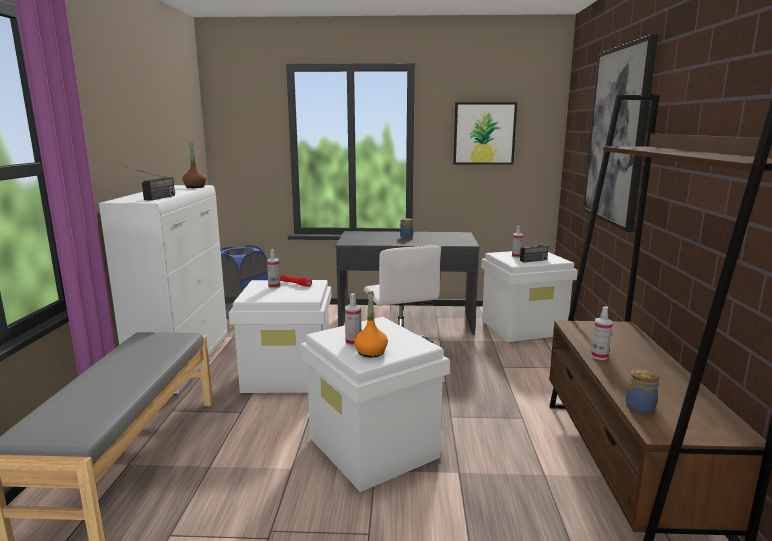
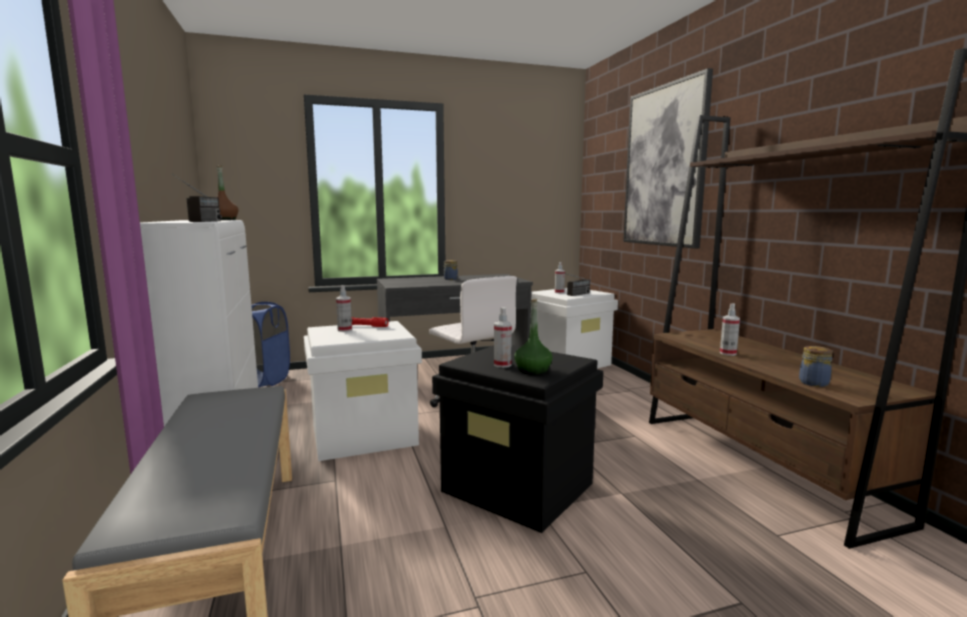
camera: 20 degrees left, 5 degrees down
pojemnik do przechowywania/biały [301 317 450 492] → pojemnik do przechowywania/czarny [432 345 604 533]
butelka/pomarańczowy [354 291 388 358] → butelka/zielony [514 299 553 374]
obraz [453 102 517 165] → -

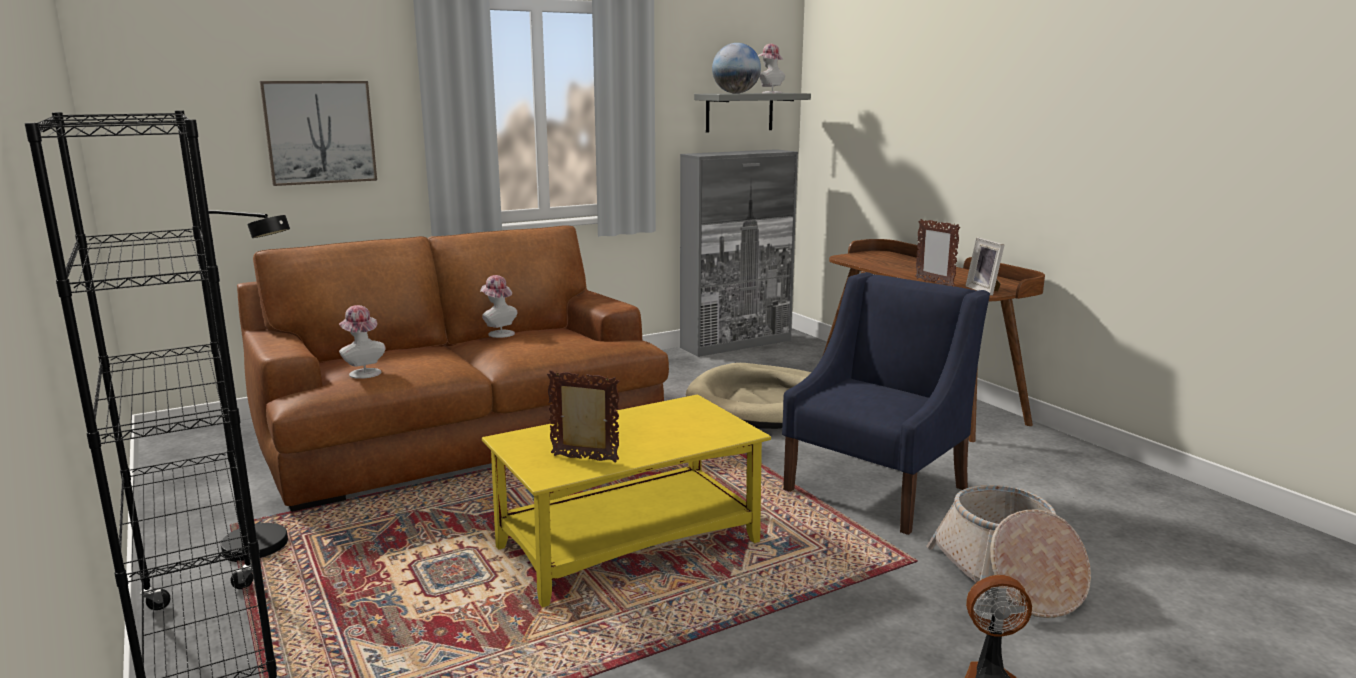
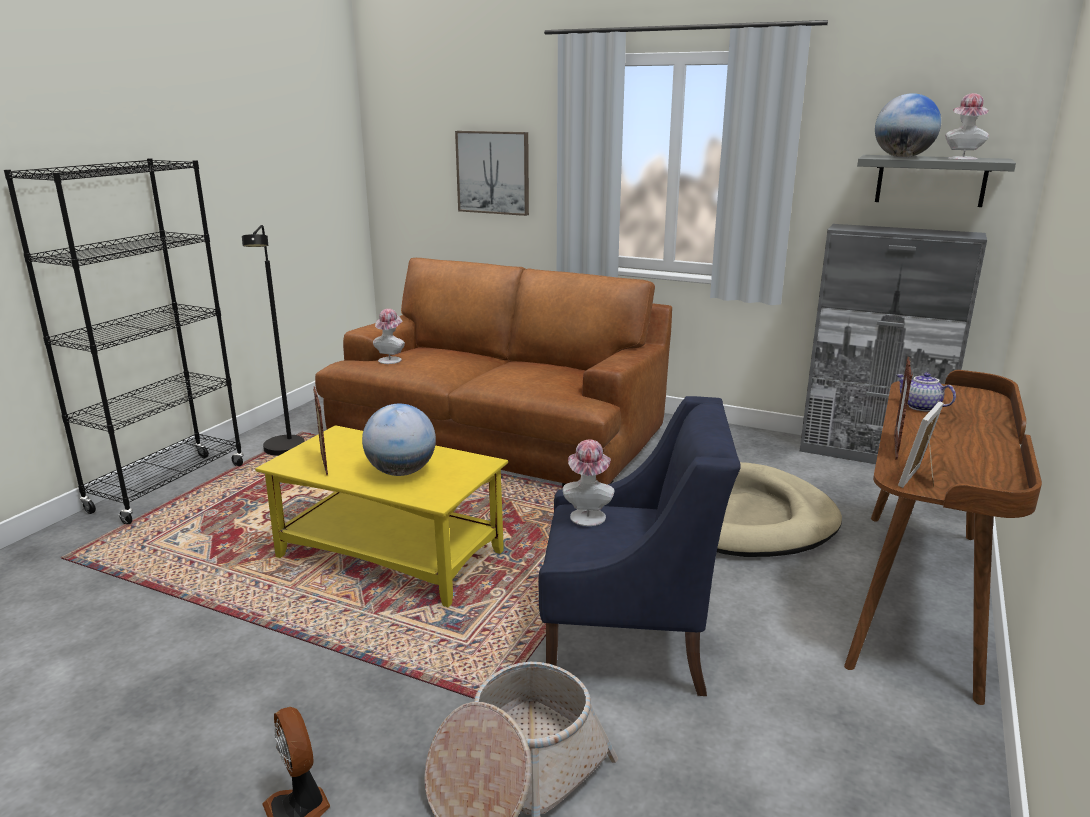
camera: 55 degrees right, 5 degrees up
- → globus [362 404 436 476]
kapelusz [480 275 518 338] → kapelusz [563 439 615 526], shifted
- → imbryk [897 373 956 411]

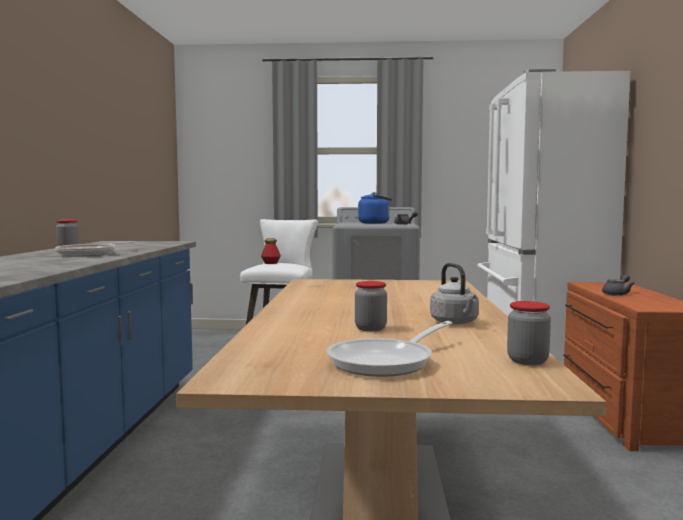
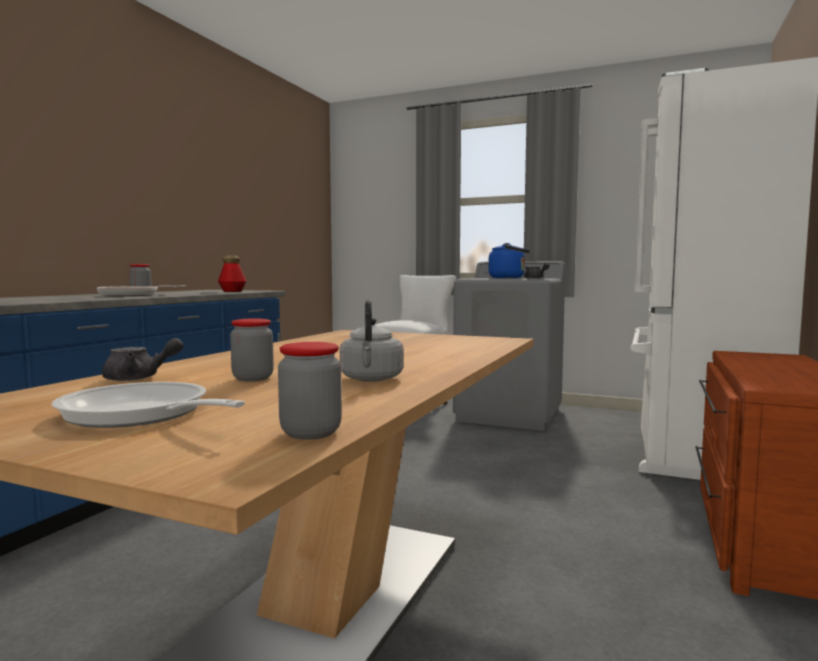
camera: 20 degrees right, 0 degrees up
patelnia [326 321 452 377] → patelnia [52 382 245 428], 60 degrees clockwise
imbryk/szary [602 274 634 296] → imbryk/szary [102 338 184 381], shifted
butelka [261 238 281 264] → butelka [218 255 246 292], shifted

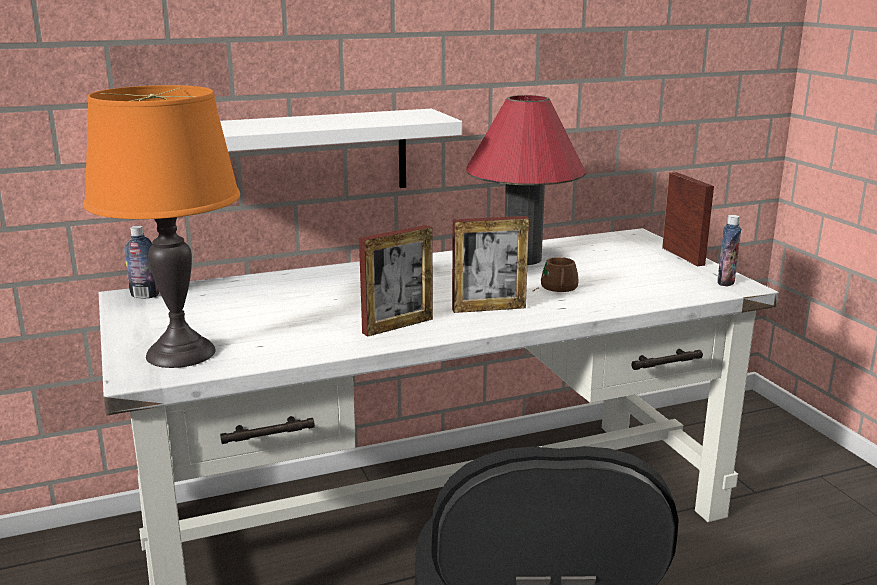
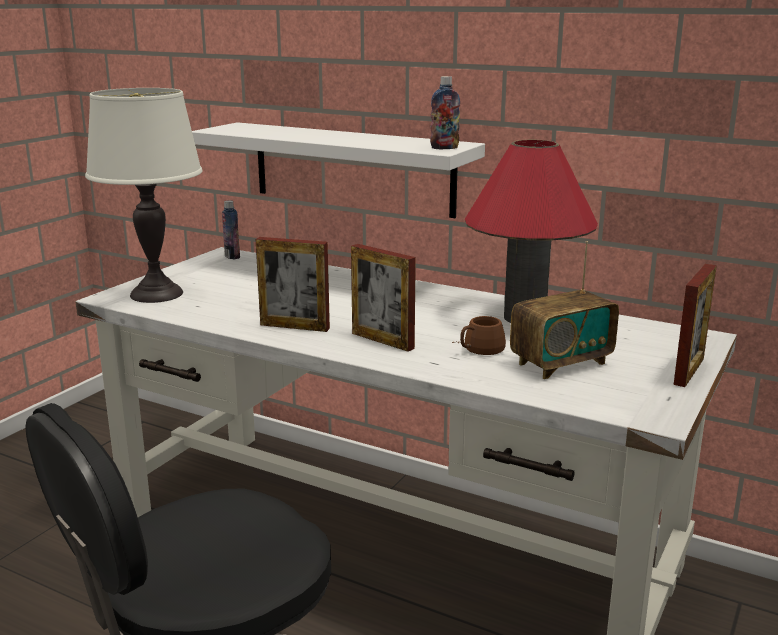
camera: 50 degrees right, 0 degrees up
lampa stołowa/pomarańczowy [83 85 240 368] → lampa stołowa/biały [85 88 203 303]
butelka [717 215 741 286] → butelka [430 76 460 149], shifted
- → radio [510 241 619 379]

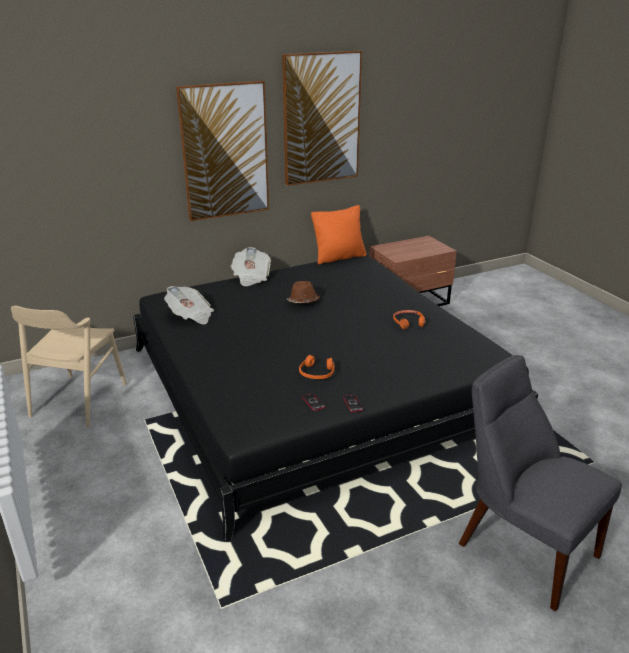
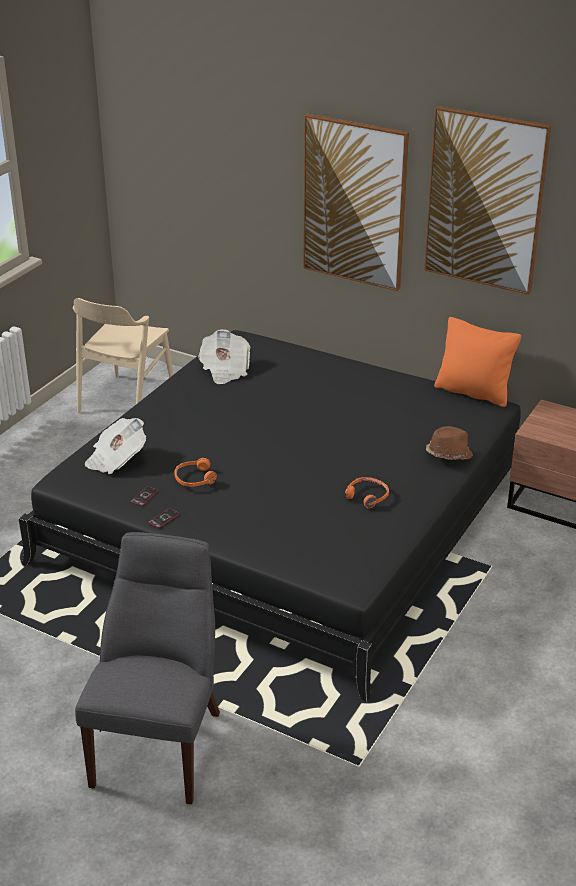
camera: 55 degrees right, 5 degrees up
krzesło/beżowy [11 305 127 426] → krzesło/beżowy [73 298 173 413], 45 degrees counterclockwise
gazeta [231 247 271 286] → gazeta [85 418 146 474], shifted
kapelusz/brązowy [287 281 320 303] → kapelusz/brązowy [426 426 473 460], shifted

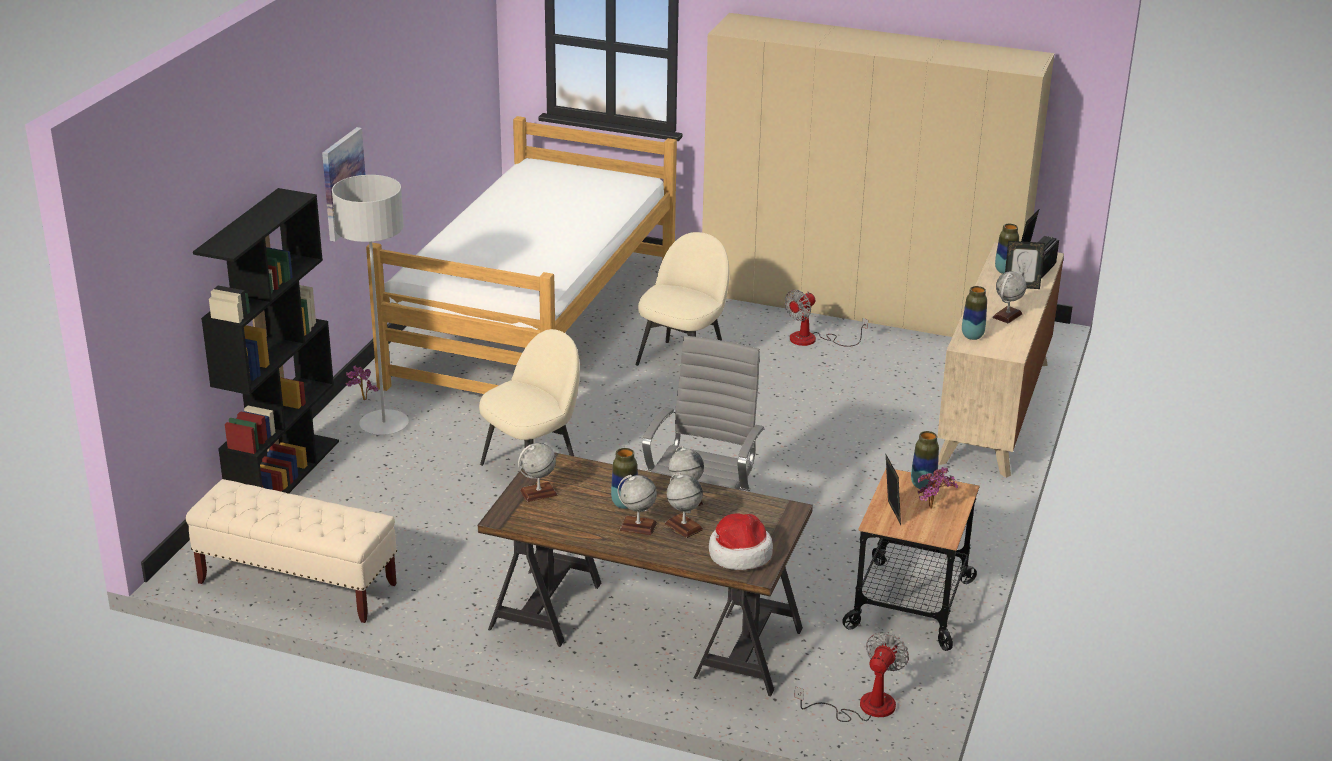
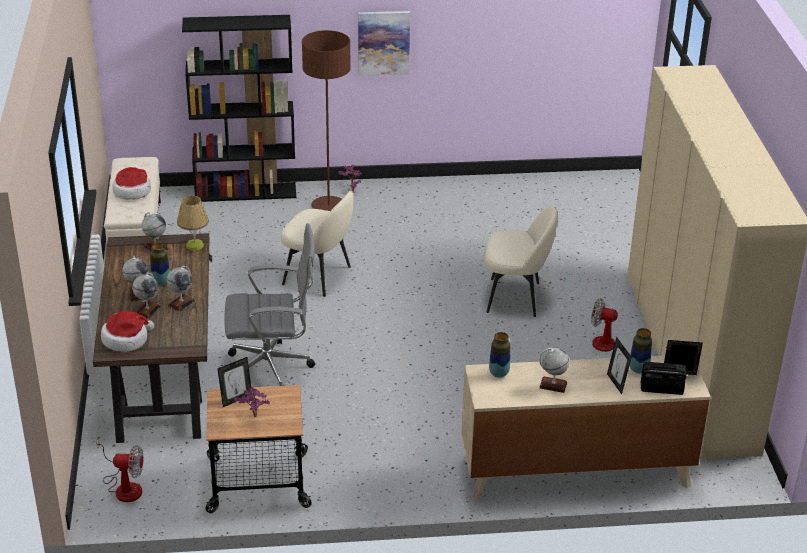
camera: 65 degrees right, 5 degrees up
- → kapelusz [113 167 151 199]
- → lampa stołowa [177 196 209 251]
lampa stojąca/szary [332 175 409 435] → lampa stojąca/brązowy [302 30 351 211]
łóżko [366 116 677 394] → -
wazon [911 431 939 489] → -

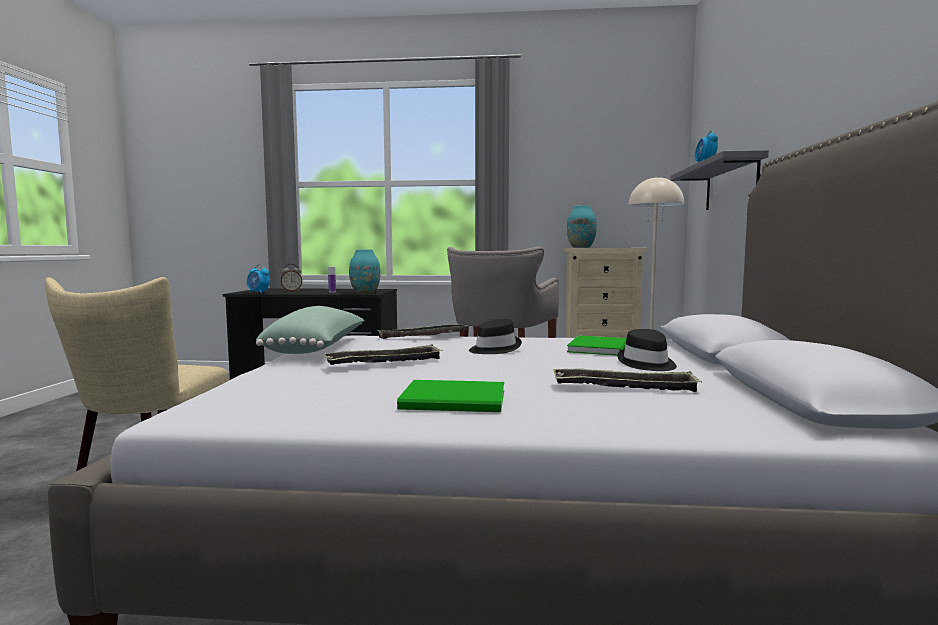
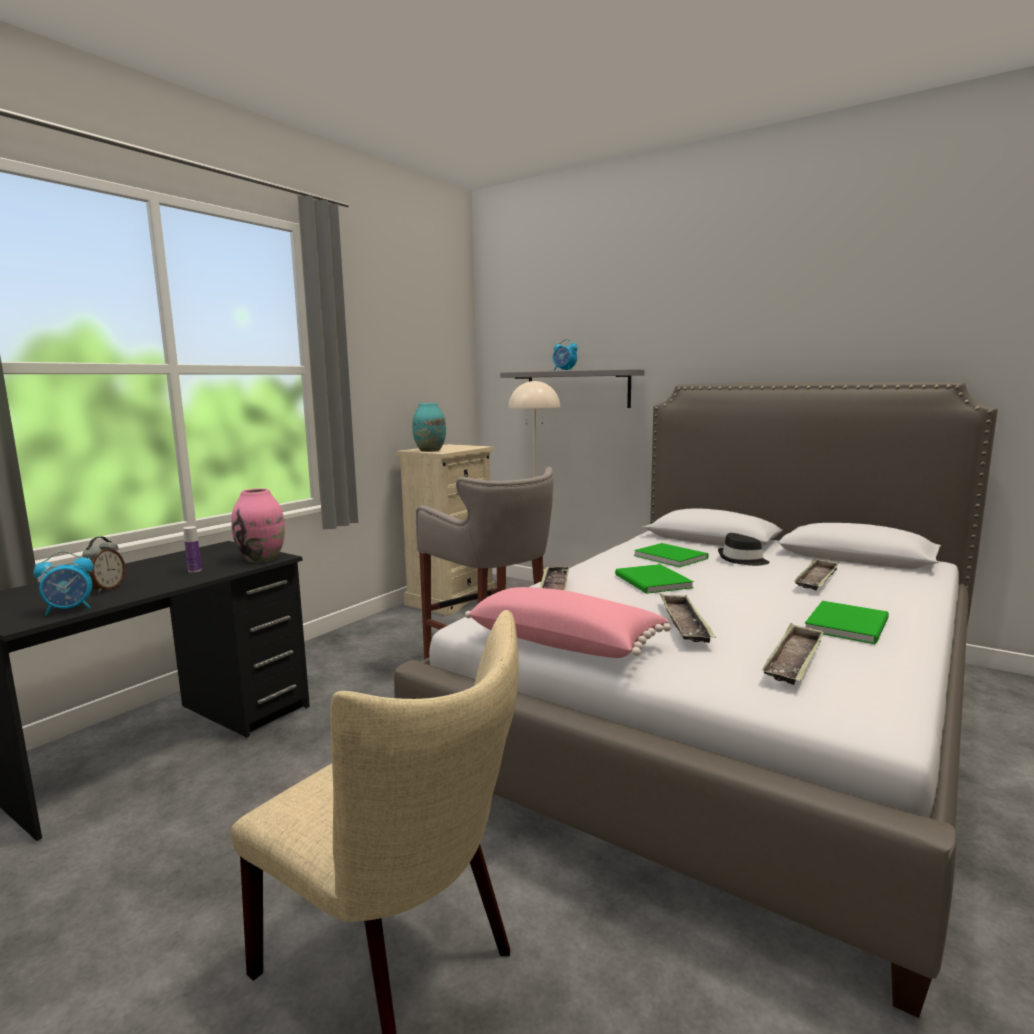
camera: 60 degrees left, 5 degrees up
wazon/turkusowy [349 250 381 294] → wazon/różowy [231 488 285 562]
poduszka/zielony [256 306 365 354] → poduszka/różowy [465 587 671 658]
kapelusz/czarny [469 319 522 354] → książka/zielony [615 564 694 594]
- → taca [762 623 824 685]

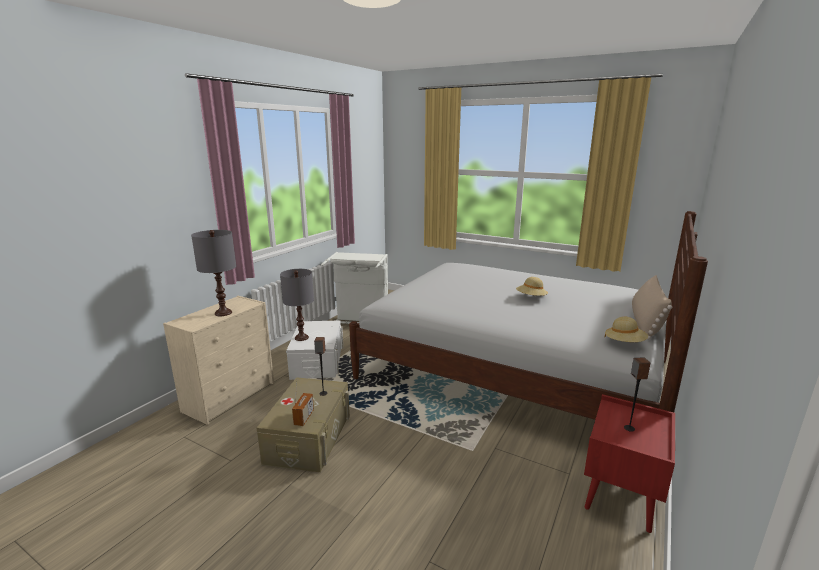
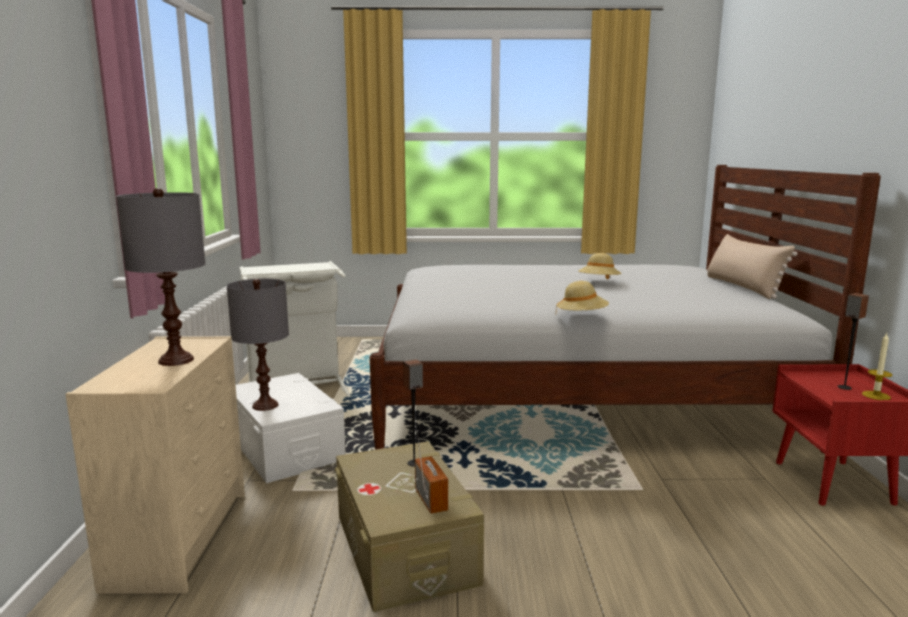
camera: 30 degrees left, 5 degrees down
kapelusz/beżowy [605 317 648 342] → kapelusz/beżowy [556 281 609 310], shifted
- → świeca [862 333 893 400]

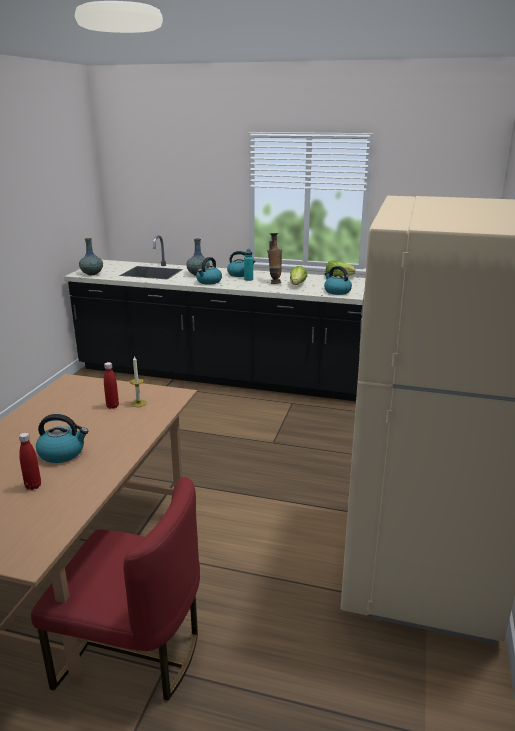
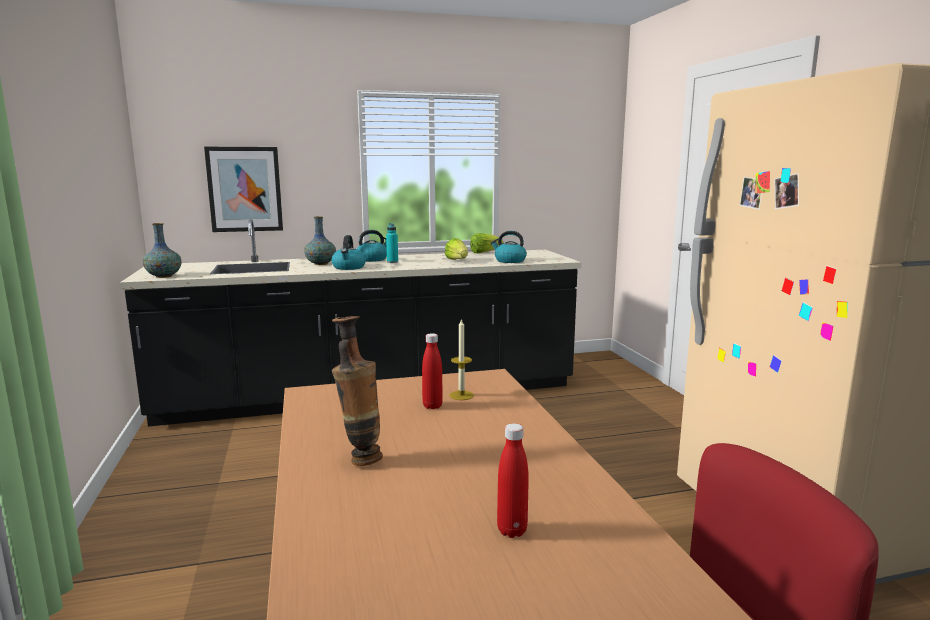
camera: 30 degrees left, 10 degrees down
- → obraz [204 147 283 232]
wazon [267 233 282 284] → wazon [332 316 383 466], shifted
czajnik [36 414 88 463] → -

